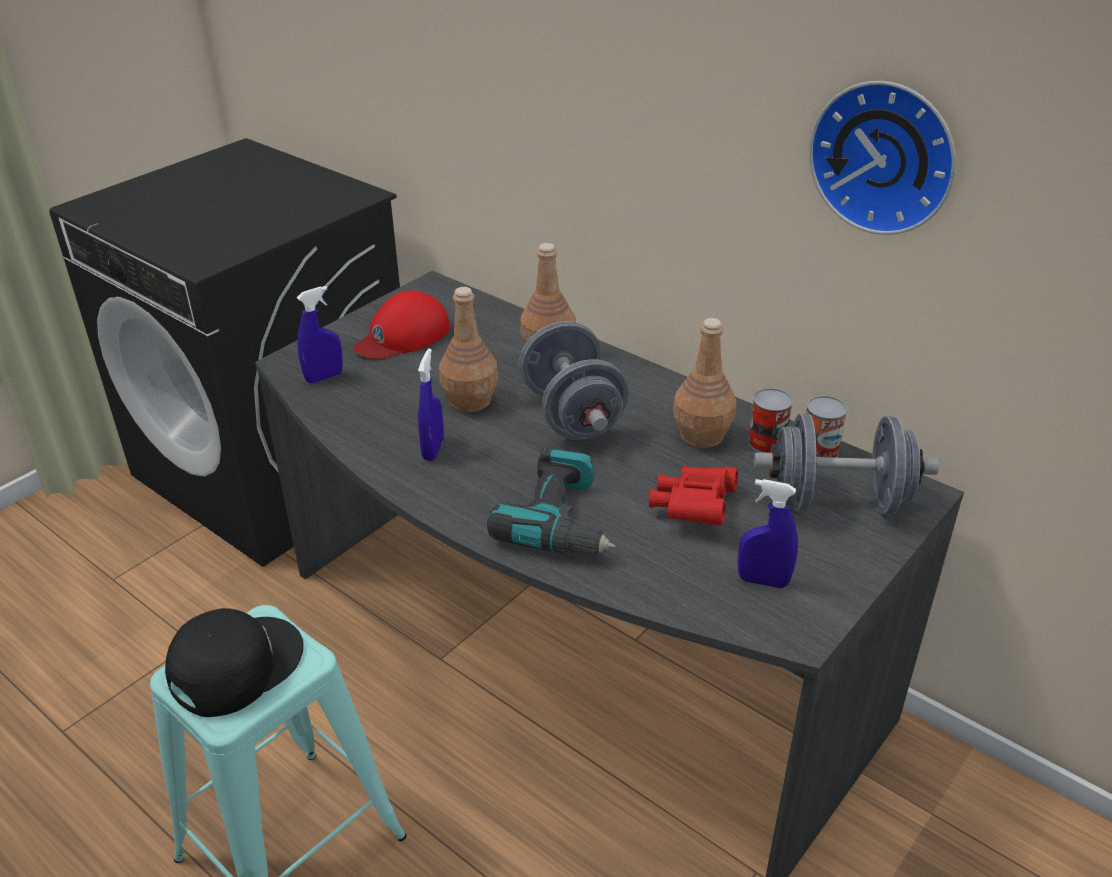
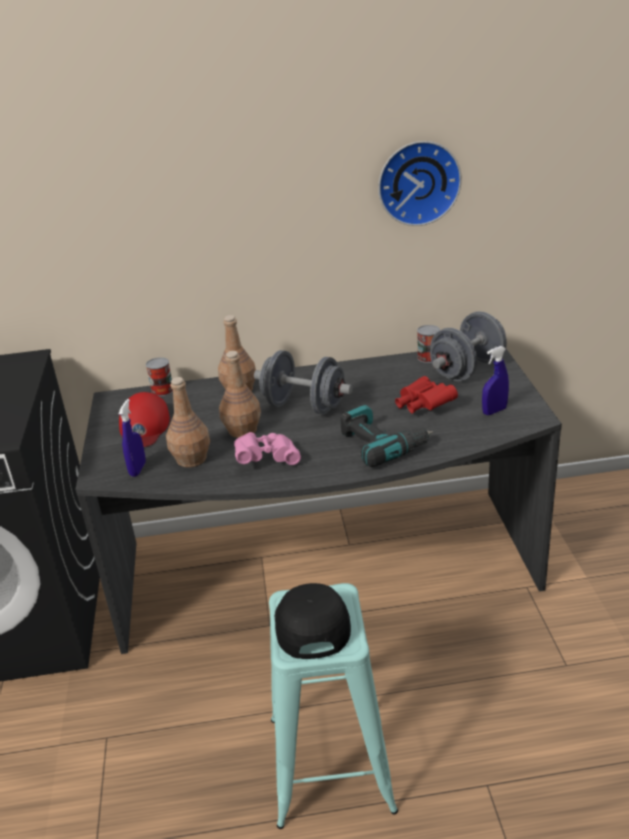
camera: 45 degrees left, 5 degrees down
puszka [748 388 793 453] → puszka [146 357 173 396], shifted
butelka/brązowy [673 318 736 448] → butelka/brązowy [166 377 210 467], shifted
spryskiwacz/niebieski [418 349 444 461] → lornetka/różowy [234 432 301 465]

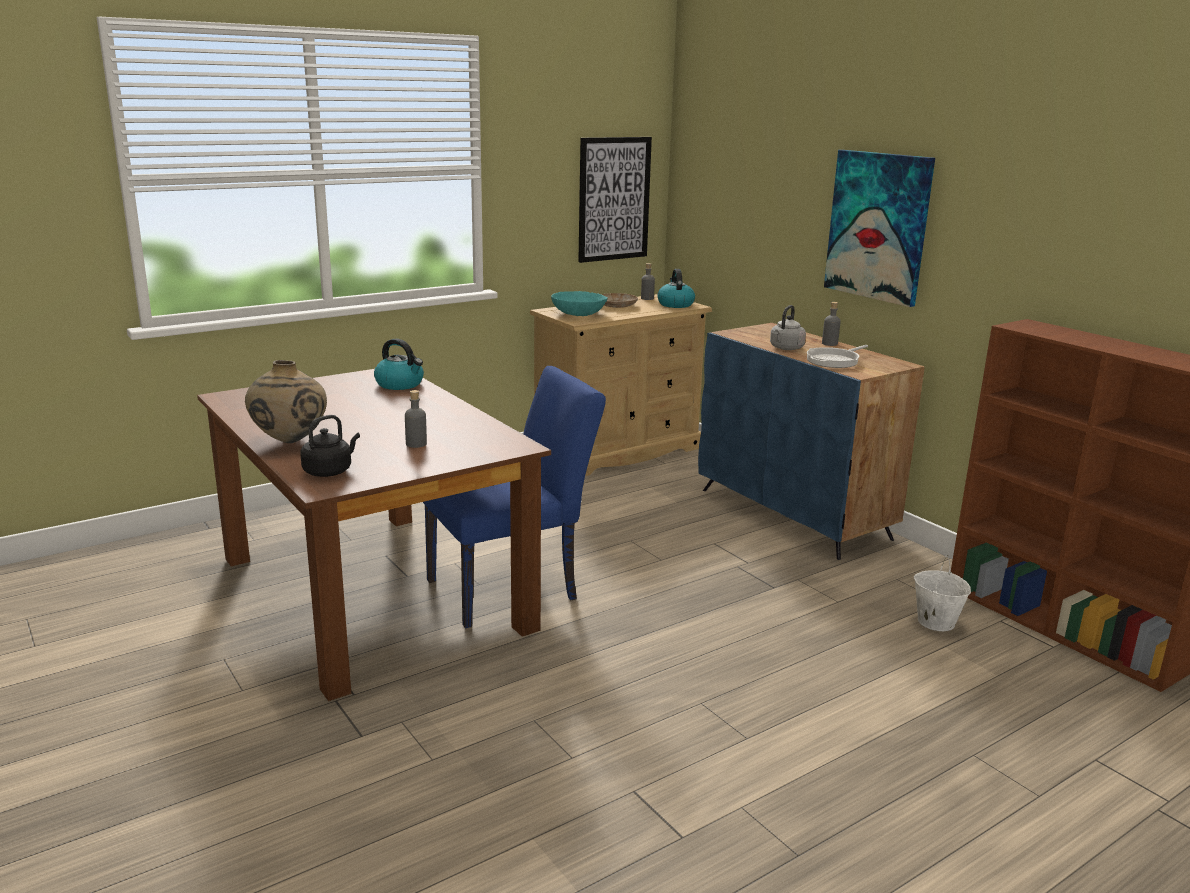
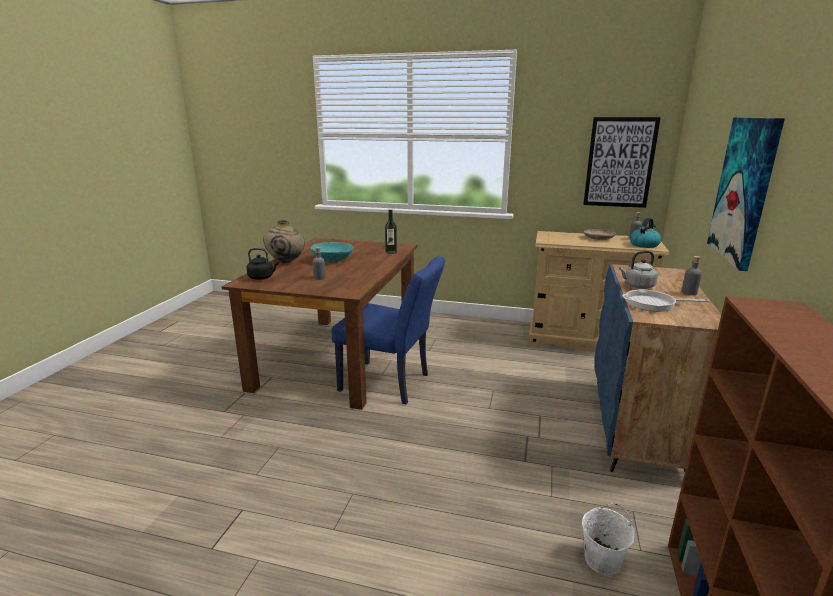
camera: 50 degrees right, 0 degrees up
miska/turkusowy [551 291 608 316] → miska/turkusowy [311 242 353 262], shifted
czajnik [374 339 424 390] → butelka [385 209 397 254]

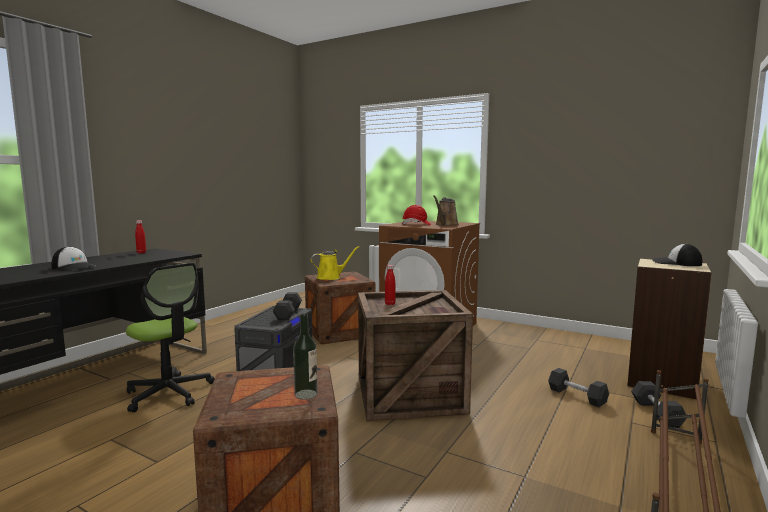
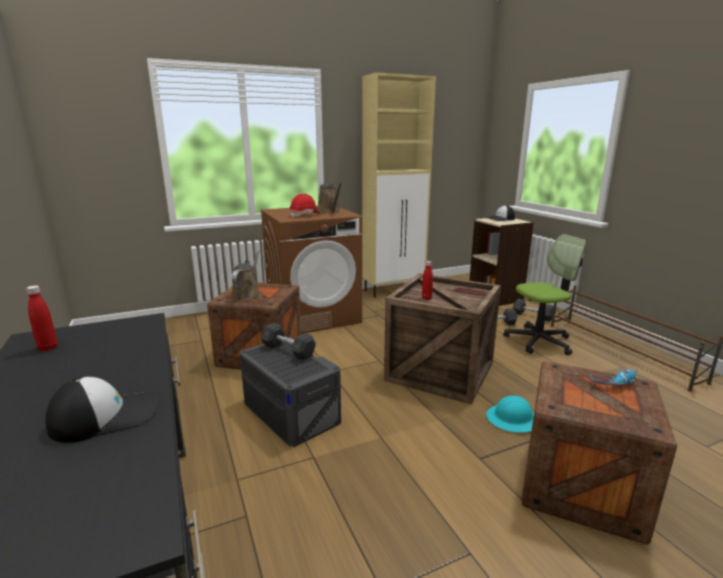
camera: 55 degrees left, 10 degrees up
konewka/żółty [311 246 360 280] → konewka/brązowy [230 250 260 301]
- → szafka/beżowy [362 72 436 298]
- → kask/turkusowy [486 396 534 433]
krzesło biurowe [126 263 215 413] → krzesło biurowe [503 234 586 355], shifted
butelka [293 314 318 400] → wiertarka [590 369 638 386]

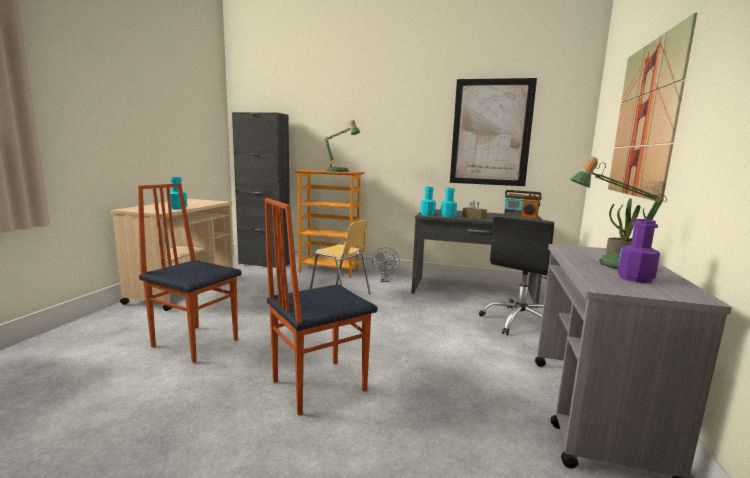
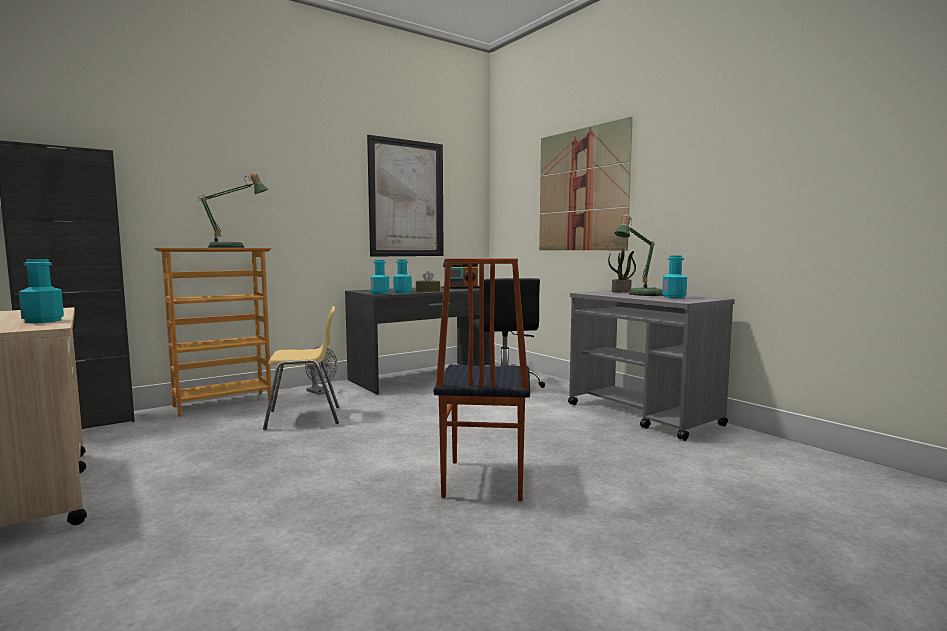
camera: 50 degrees left, 5 degrees down
butelka/fioletowy [618 219 660 283] → butelka/turkusowy [662 256 687 298]
krzesło [138 183 242 363] → -

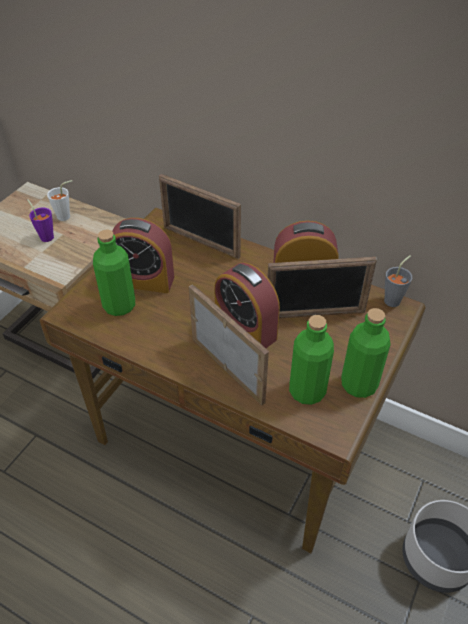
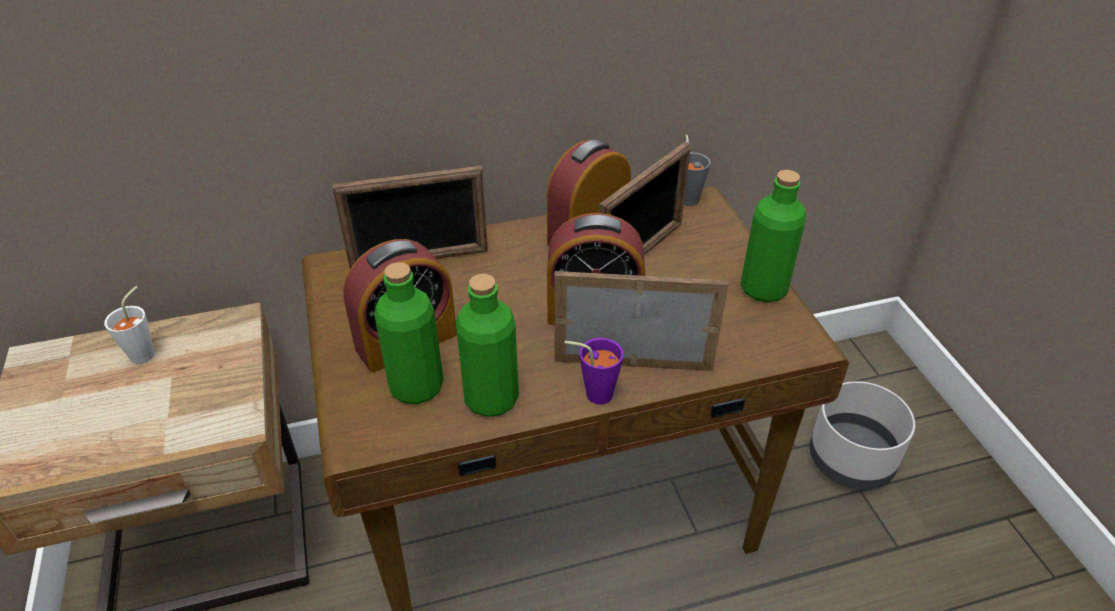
camera: 45 degrees left, 5 degrees down
butelka/zielony [289 315 334 405] → butelka/zielony [456 274 519 417], shifted
filiżanka/fioletowy [27 199 54 242] → filiżanka/fioletowy [565 338 624 405], shifted

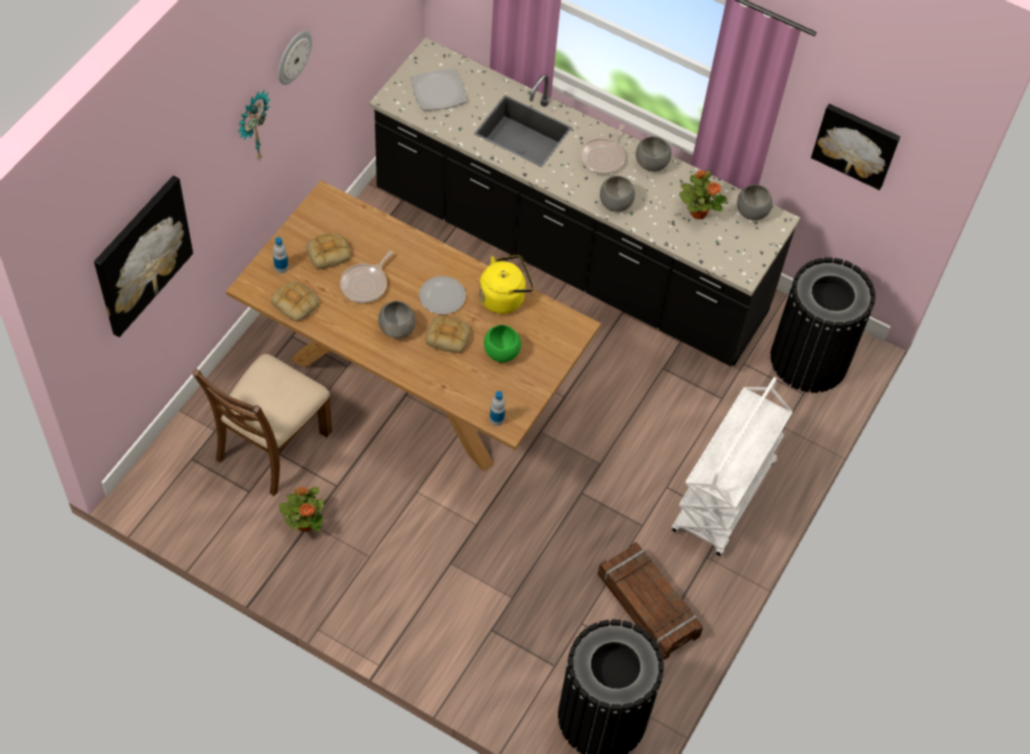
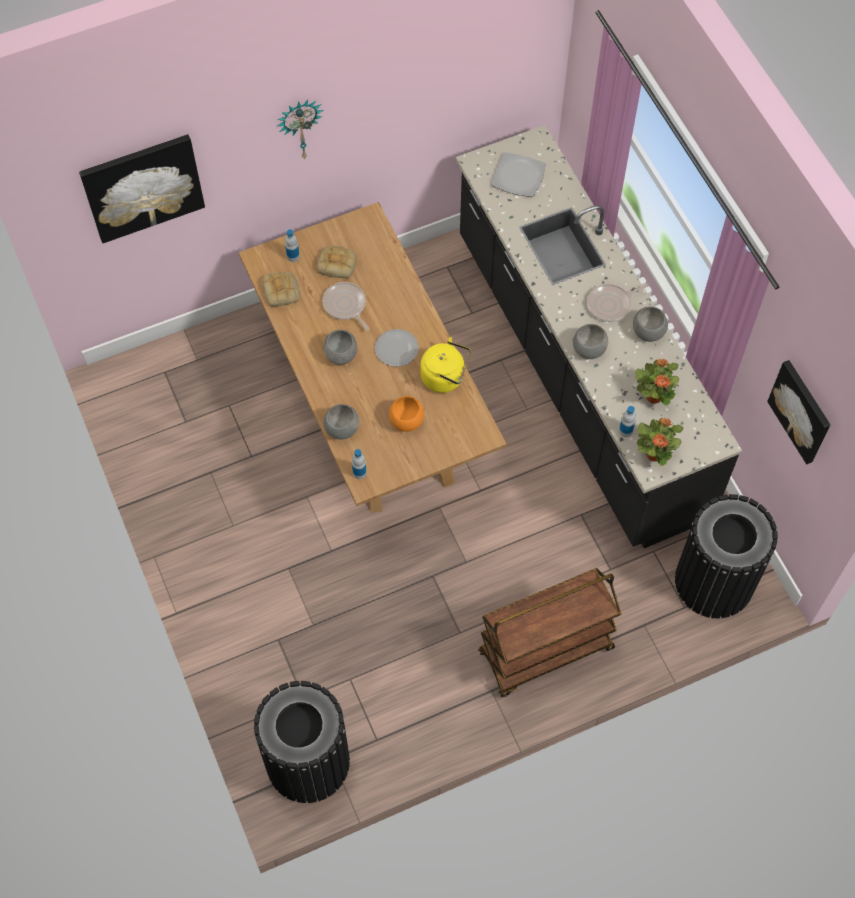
camera: 40 degrees right, 5 degrees up
patelnia [340 250 393 303] → patelnia [322 282 370 330], 75 degrees clockwise
miska/szary [737 184 773 220] → miska/szary [323 404 359 440], shifted
miska/zielony [484 325 521 363] → miska/pomarańczowy [389 396 424 432]
wózek/biały [672 377 793 556] → wózek/brązowy [478 568 622 697]
- → butelka [619 406 636 437]
roślina doniczkowa [279 487 324 532] → roślina doniczkowa [637 417 683 466], shifted
krzesło/brązowy [192 354 332 496] → -
zegar ścienny [278 31 312 85] → -
chleb [426 316 471 353] → -
skrzynka [598 542 703 660] → -

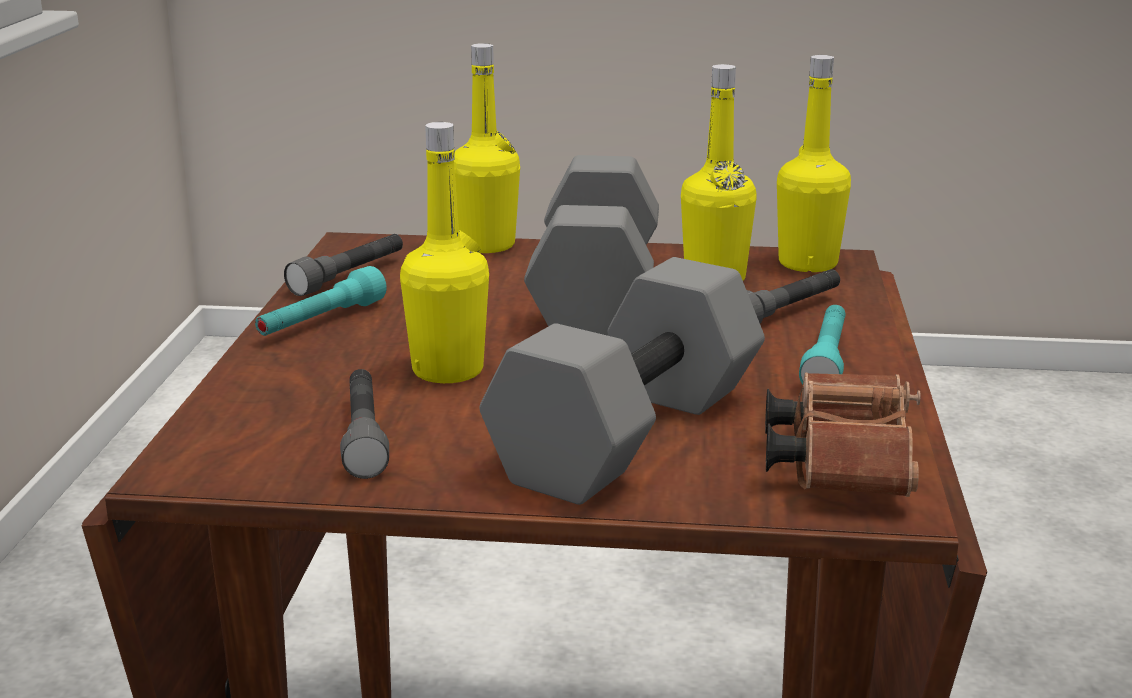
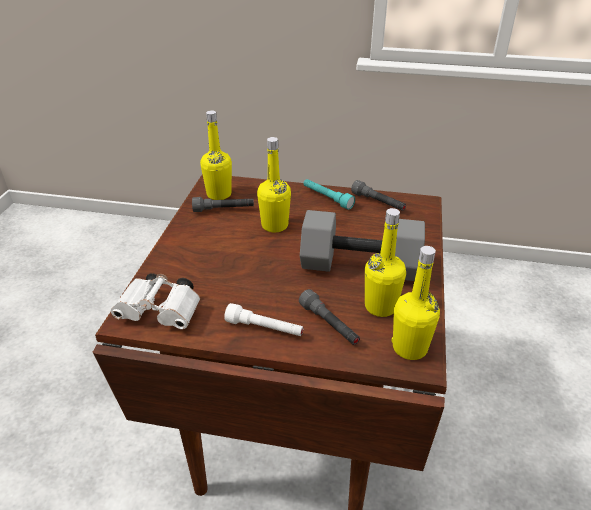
camera: 95 degrees right, 15 degrees up
lornetka/brązowy [765 373 920 497] → lornetka/biały [111 273 200 329]
butelka/żółty [453 43 520 253] → butelka/żółty [200 111 232 200], shifted
latarka/turkusowy [799 305 845 384] → latarka/biały [224 303 303 336]
hantel/szary [479 257 765 505] → -

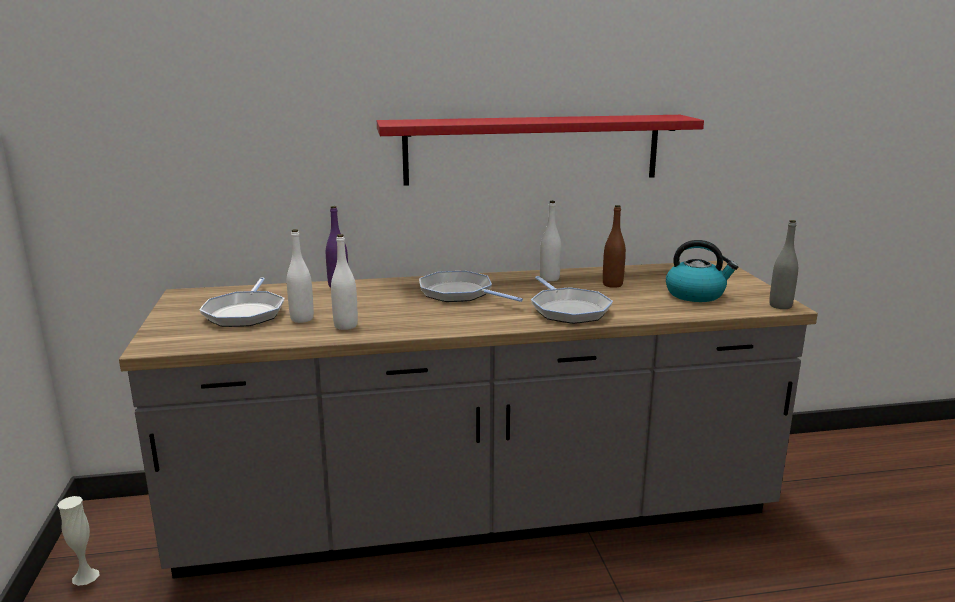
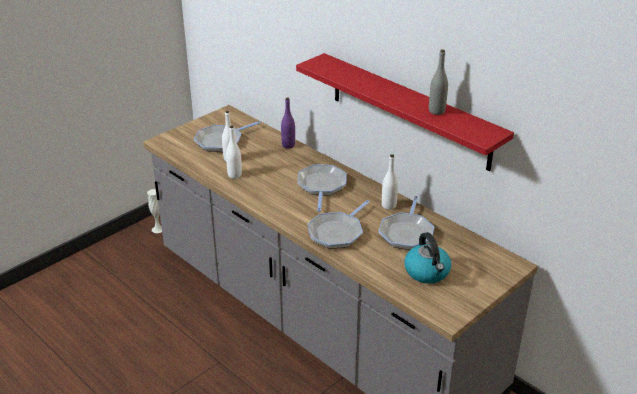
camera: 55 degrees right, 15 degrees up
butelka/brązowy [603 205 626 288] → patelnia [379 196 434 250]
butelka/szary [769 220 798 309] → butelka/szary [429 49 448 115], shifted

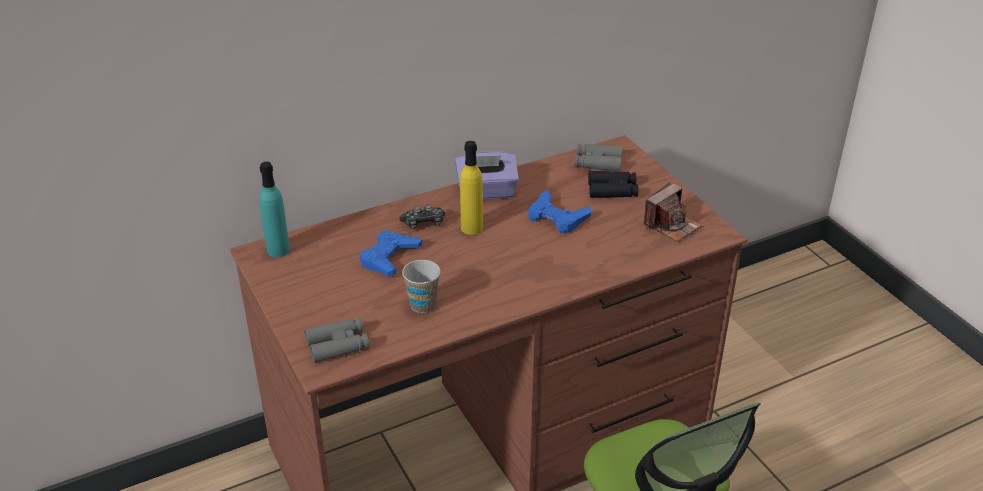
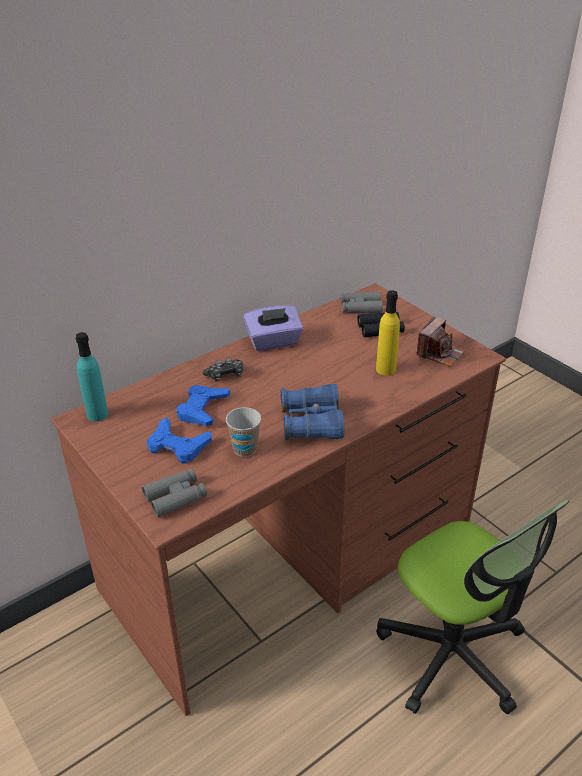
camera: 10 degrees left, 0 degrees up
pad do gier/niebieski [528 190 591 234] → pad do gier/niebieski [147 417 212 464], shifted
- → lornetka/niebieski [281 384 344 440]
butelka/żółty [460 141 483 235] → butelka/żółty [376 290 400 376], shifted

